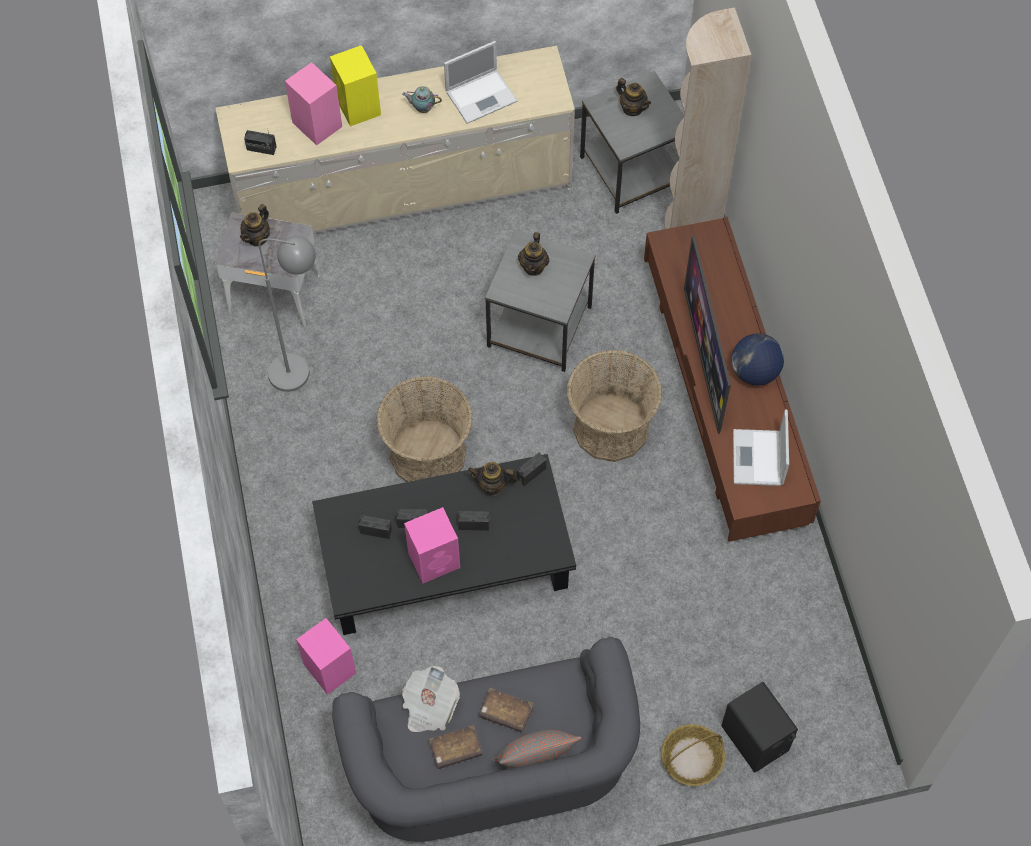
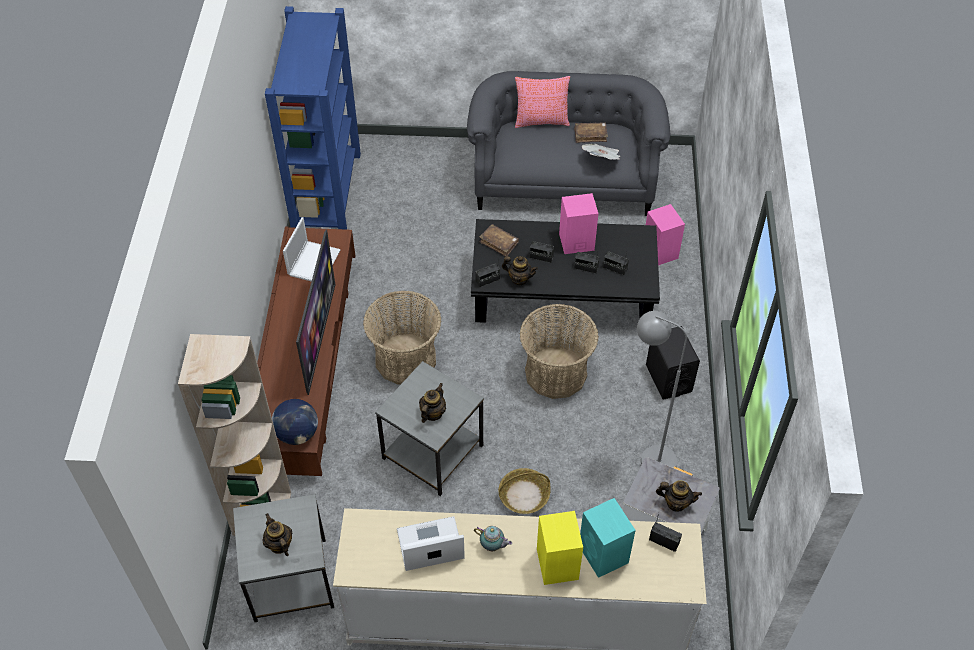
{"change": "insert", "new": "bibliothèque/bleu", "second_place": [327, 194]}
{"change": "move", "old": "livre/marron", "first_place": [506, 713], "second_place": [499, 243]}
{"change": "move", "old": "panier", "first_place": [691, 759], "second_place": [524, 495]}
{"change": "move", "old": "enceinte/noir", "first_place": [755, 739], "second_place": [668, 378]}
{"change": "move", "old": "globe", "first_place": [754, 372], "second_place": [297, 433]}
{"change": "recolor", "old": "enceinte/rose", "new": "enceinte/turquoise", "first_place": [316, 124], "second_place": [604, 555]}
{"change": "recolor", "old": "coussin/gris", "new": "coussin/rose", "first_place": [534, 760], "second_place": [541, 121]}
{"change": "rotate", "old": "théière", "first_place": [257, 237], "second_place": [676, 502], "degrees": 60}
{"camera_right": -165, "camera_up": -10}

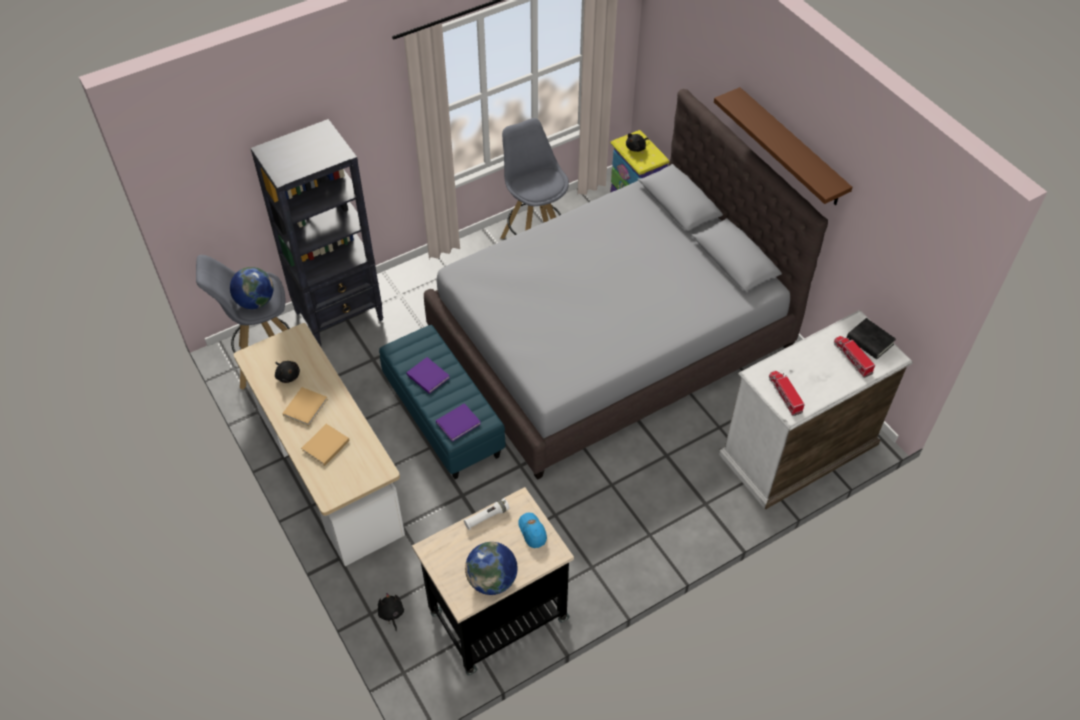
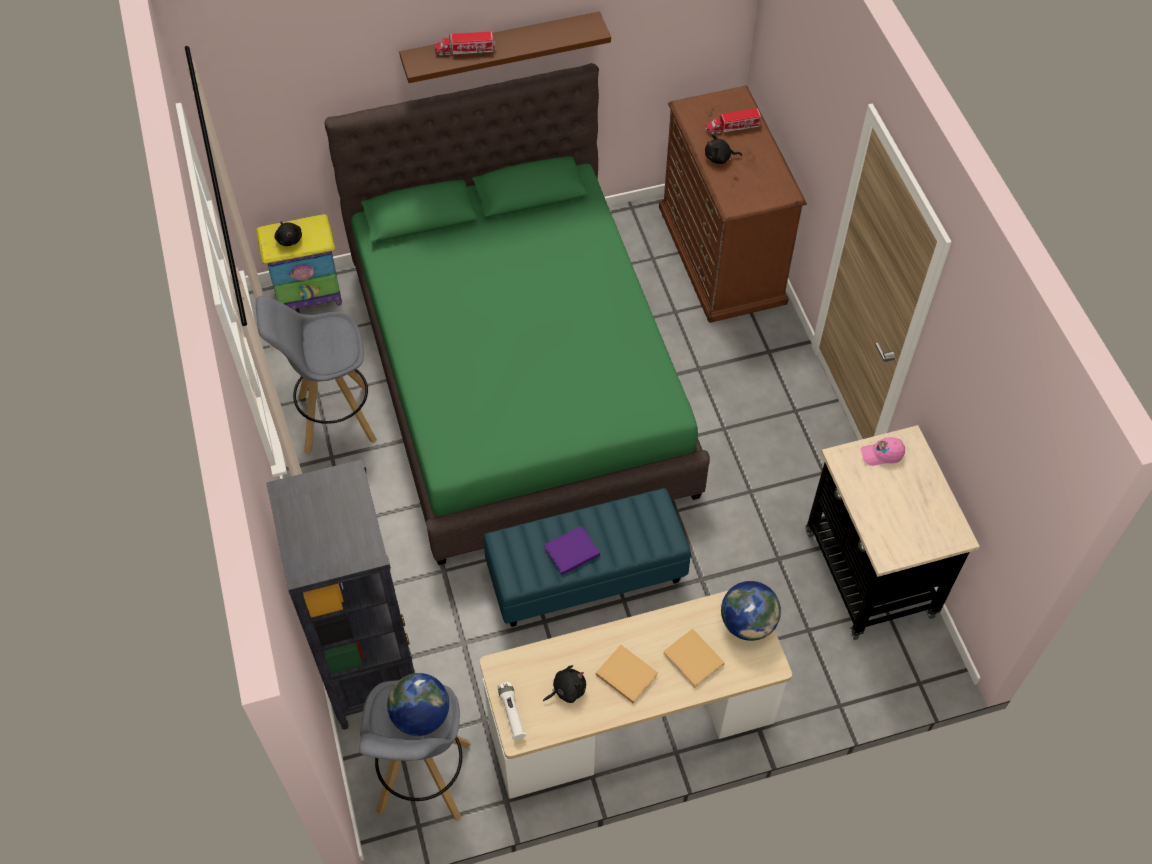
{"change": "delete", "old": "livre/violet", "first_place": [459, 422]}
{"change": "delete", "old": "livre/noir", "first_place": [869, 341]}
{"change": "move", "old": "peluche/noir", "first_place": [391, 614], "second_place": [719, 158]}
{"change": "move", "old": "lampe de poche/blanc", "first_place": [486, 517], "second_place": [512, 714]}
{"change": "move", "old": "globe", "first_place": [492, 580], "second_place": [747, 623]}
{"change": "move", "old": "camion jouet", "first_place": [784, 395], "second_place": [465, 50]}
{"change": "recolor", "old": "lit/gris", "new": "lit/vert", "first_place": [611, 339], "second_place": [520, 377]}
{"change": "recolor", "old": "casquette/bleu", "new": "casquette/rose", "first_place": [532, 532], "second_place": [881, 454]}
{"change": "recolor", "old": "commode/blanc", "new": "commode/marron", "first_place": [797, 449], "second_place": [722, 255]}
{"camera_right": -75, "camera_up": 5}

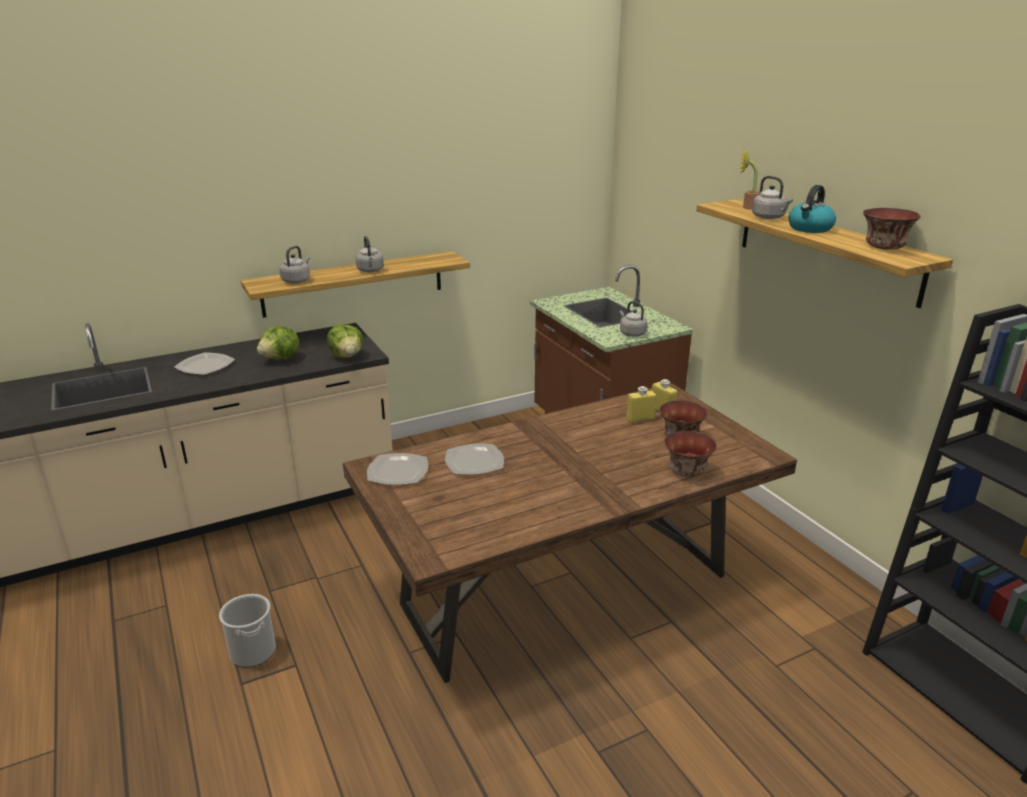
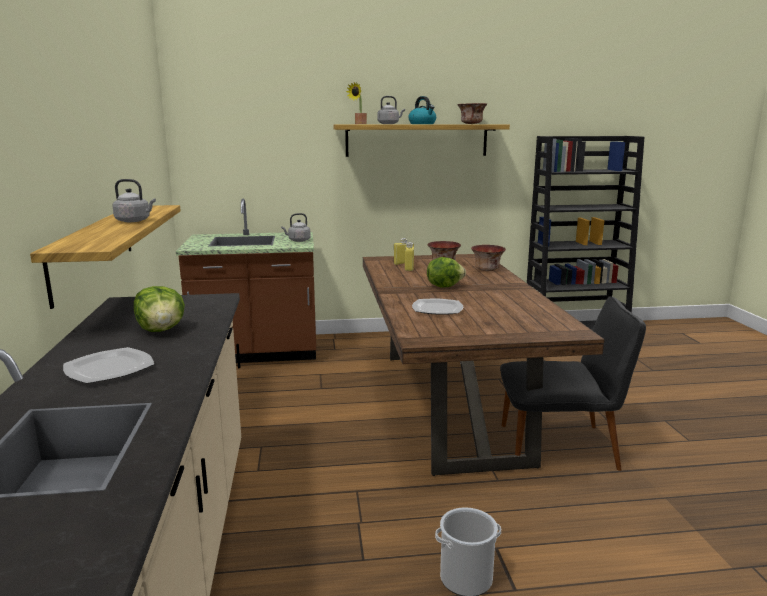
{"change": "delete", "old": "bouilloire/gris", "first_place": [297, 280]}
{"change": "delete", "old": "assiette", "first_place": [398, 472]}
{"change": "insert", "new": "chaise/noir", "second_place": [557, 446]}
{"change": "move", "old": "laitue", "first_place": [347, 356], "second_place": [444, 286]}
{"camera_right": -70, "camera_up": -10}

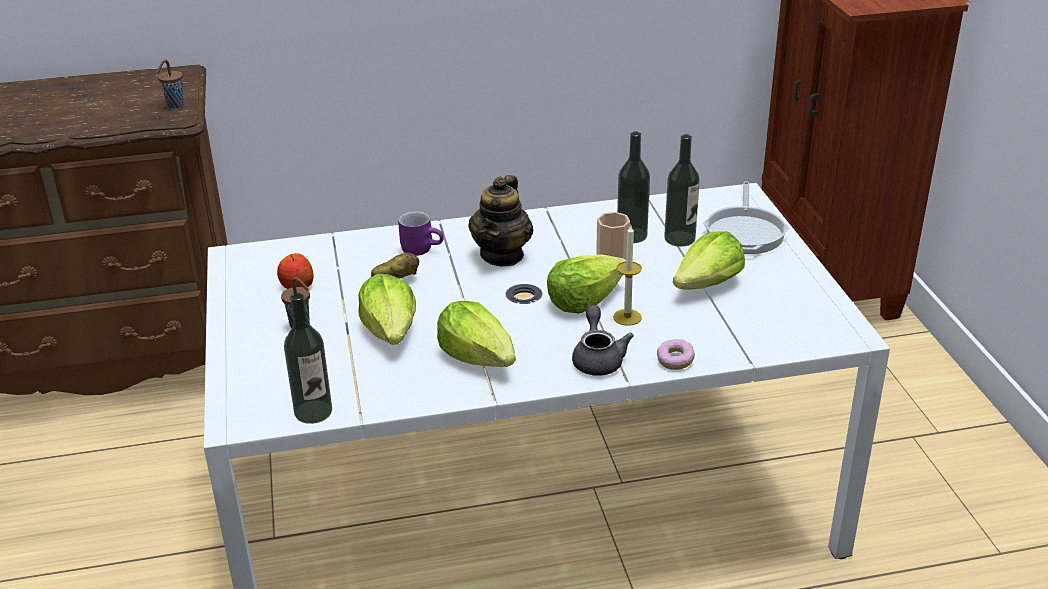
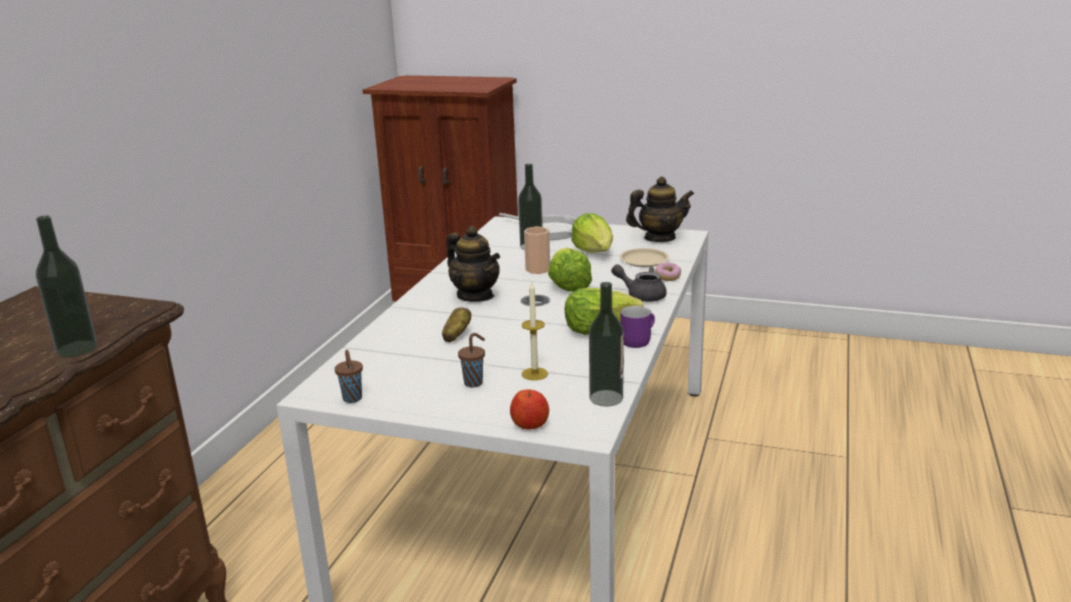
{"change": "delete", "old": "laitue", "first_place": [391, 331]}
{"change": "insert", "new": "assiette/beige", "second_place": [644, 261]}
{"change": "insert", "new": "théière", "second_place": [659, 238]}
{"change": "move", "old": "tasse/marron", "first_place": [174, 105], "second_place": [352, 399]}
{"change": "move", "old": "pomme", "first_place": [296, 285], "second_place": [530, 424]}
{"change": "move", "old": "mug/violet", "first_place": [422, 248], "second_place": [637, 340]}
{"change": "move", "old": "bougie", "first_place": [627, 317], "second_place": [534, 374]}
{"change": "move", "old": "bouteille", "first_place": [632, 235], "second_place": [77, 348]}
{"camera_right": -60, "camera_up": -10}

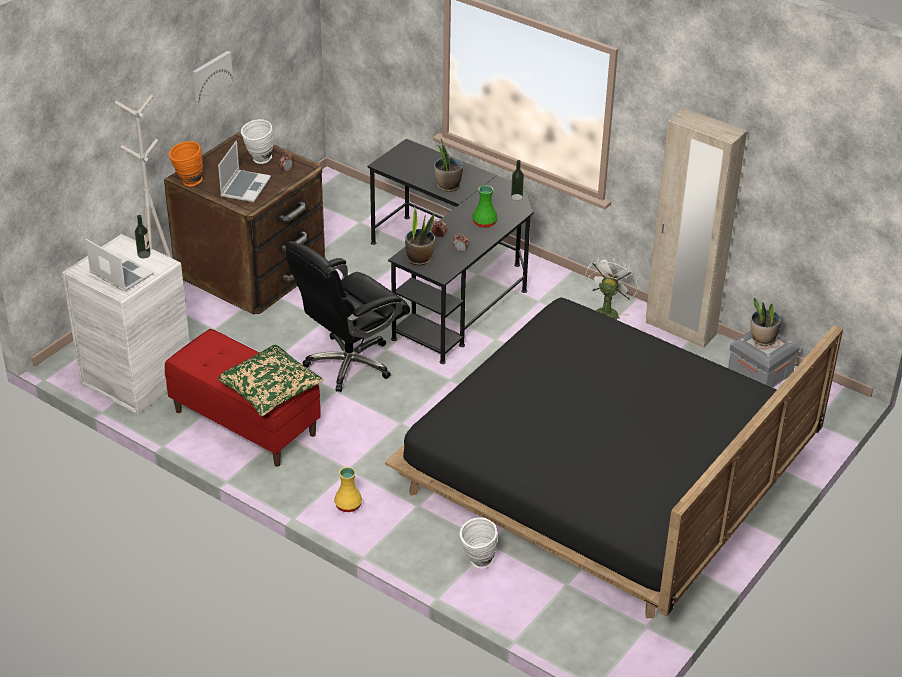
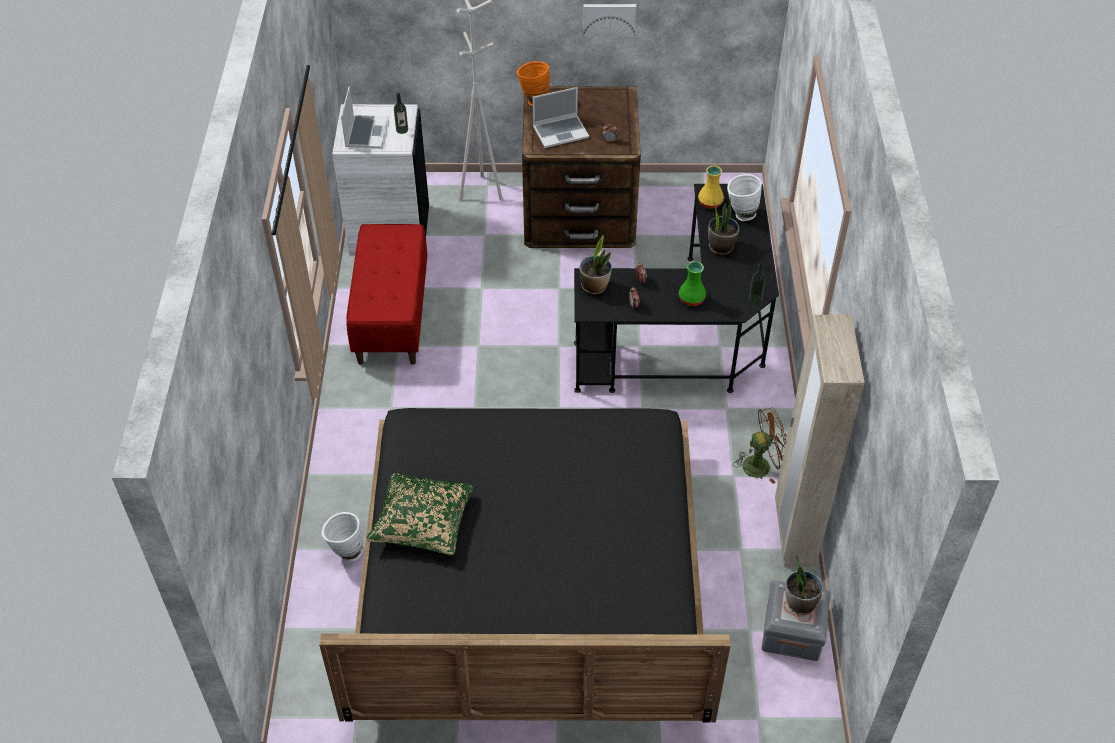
{"change": "delete", "old": "chaise de bureau/noir", "first_place": [351, 362]}
{"change": "move", "old": "coussin/vert", "first_place": [270, 389], "second_place": [422, 520]}
{"change": "move", "old": "vase/blanc", "first_place": [258, 160], "second_place": [740, 215]}
{"change": "move", "old": "vase/jaune", "first_place": [348, 506], "second_place": [709, 202]}
{"change": "recolor", "old": "ventilateur/blanc", "new": "ventilateur/marron", "first_place": [607, 312], "second_place": [762, 464]}
{"camera_right": 55, "camera_up": 10}

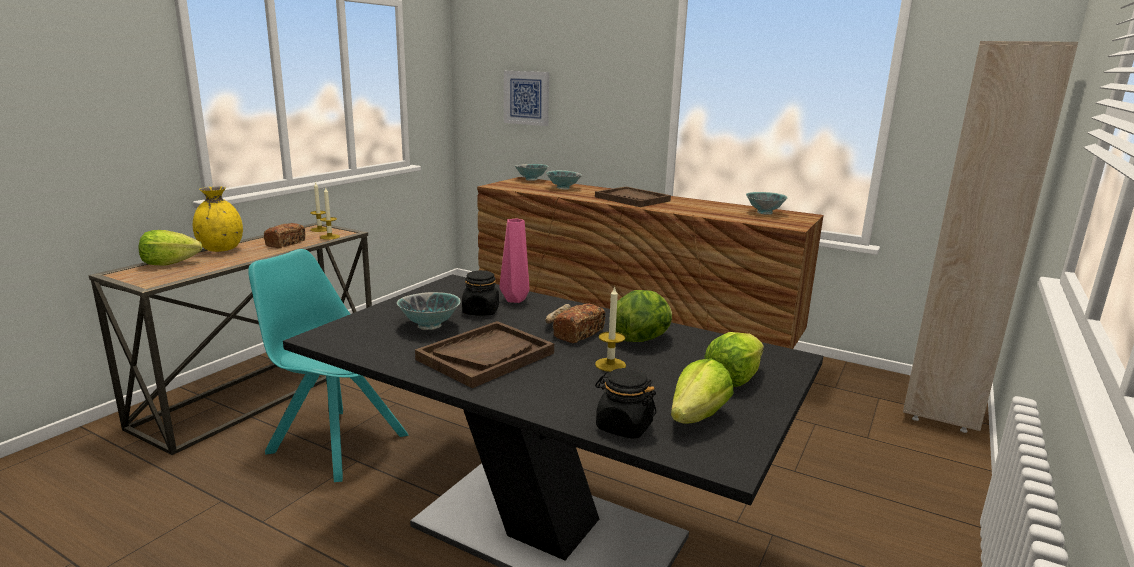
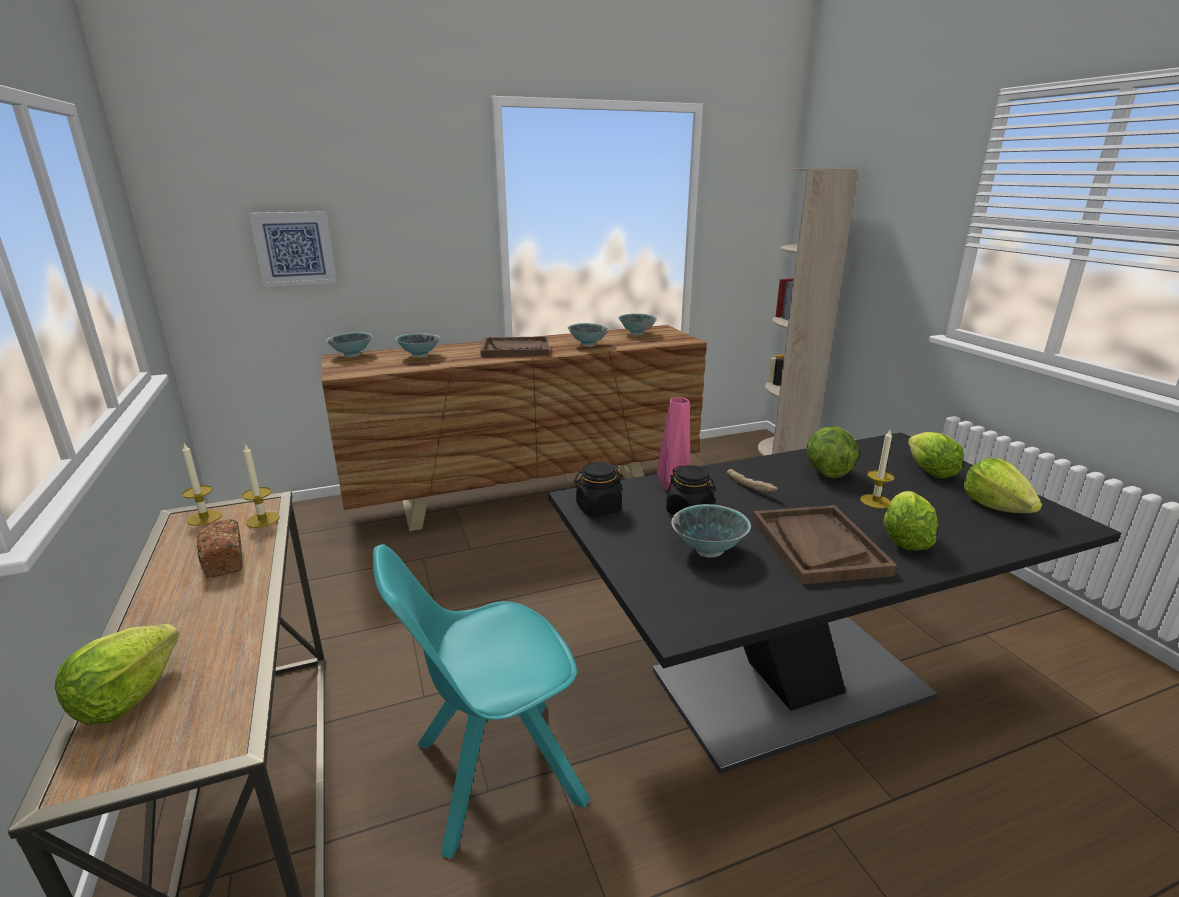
{"change": "delete", "old": "vase/jaune", "first_place": [221, 249]}
{"change": "delete", "old": "pain", "first_place": [579, 333]}
{"change": "insert", "new": "bol", "second_place": [588, 345]}
{"change": "insert", "new": "laitue", "second_place": [904, 538]}
{"change": "move", "old": "bocal/noir", "first_place": [623, 426], "second_place": [598, 508]}
{"camera_right": -50, "camera_up": 5}

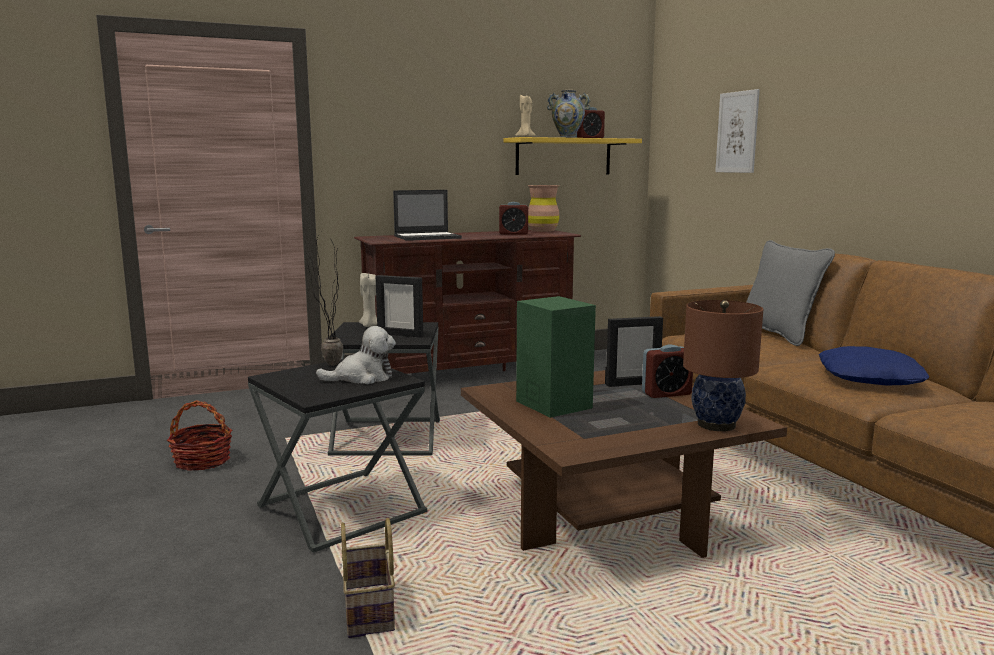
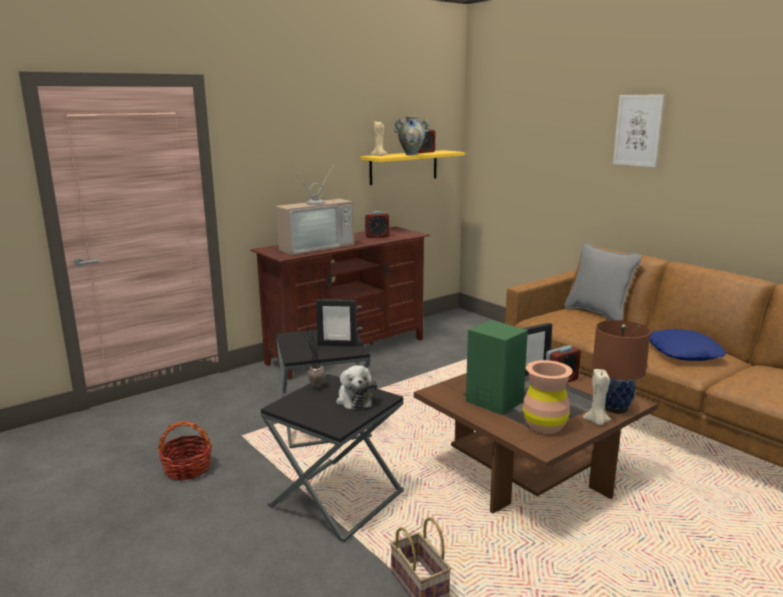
{"change": "move", "old": "bougie/beige", "first_place": [369, 326], "second_place": [596, 421]}
{"change": "move", "old": "vase/marron", "first_place": [542, 230], "second_place": [544, 426]}
{"change": "move", "old": "tableau", "first_place": [737, 132], "second_place": [638, 130]}
{"change": "replace", "old": "ordinateur portable", "new": "téléviseur", "first_place": [428, 237], "second_place": [315, 246]}
{"change": "rotate", "old": "peluche", "first_place": [362, 378], "second_place": [354, 399], "degrees": 105}
{"camera_right": -15, "camera_up": 5}

